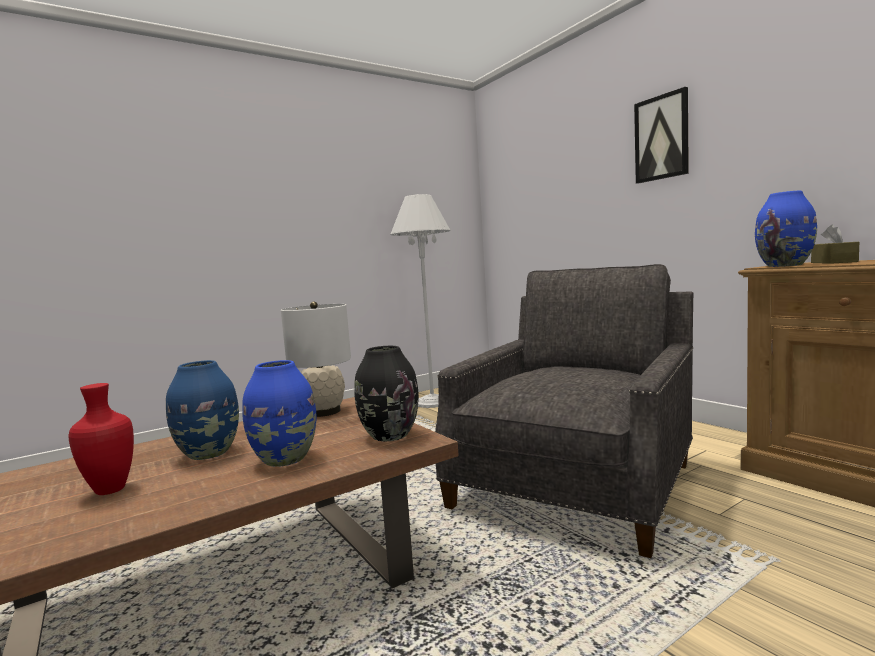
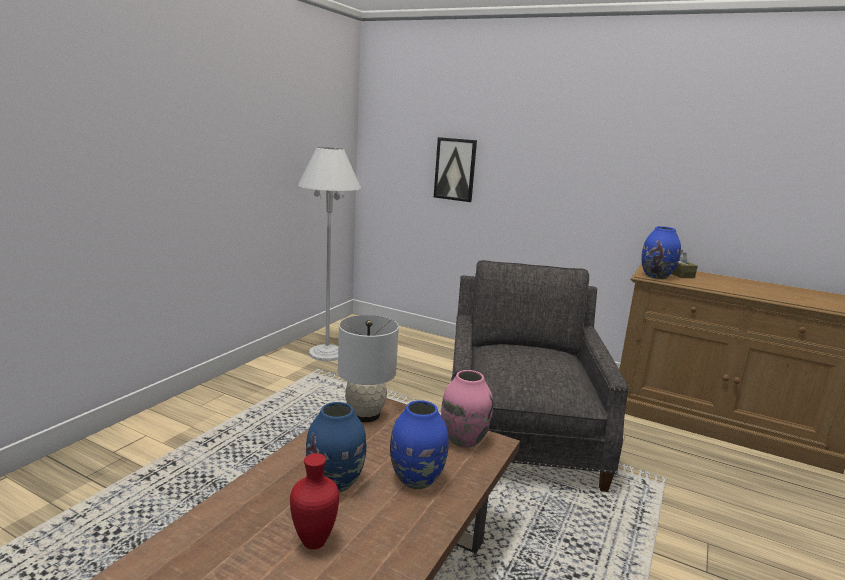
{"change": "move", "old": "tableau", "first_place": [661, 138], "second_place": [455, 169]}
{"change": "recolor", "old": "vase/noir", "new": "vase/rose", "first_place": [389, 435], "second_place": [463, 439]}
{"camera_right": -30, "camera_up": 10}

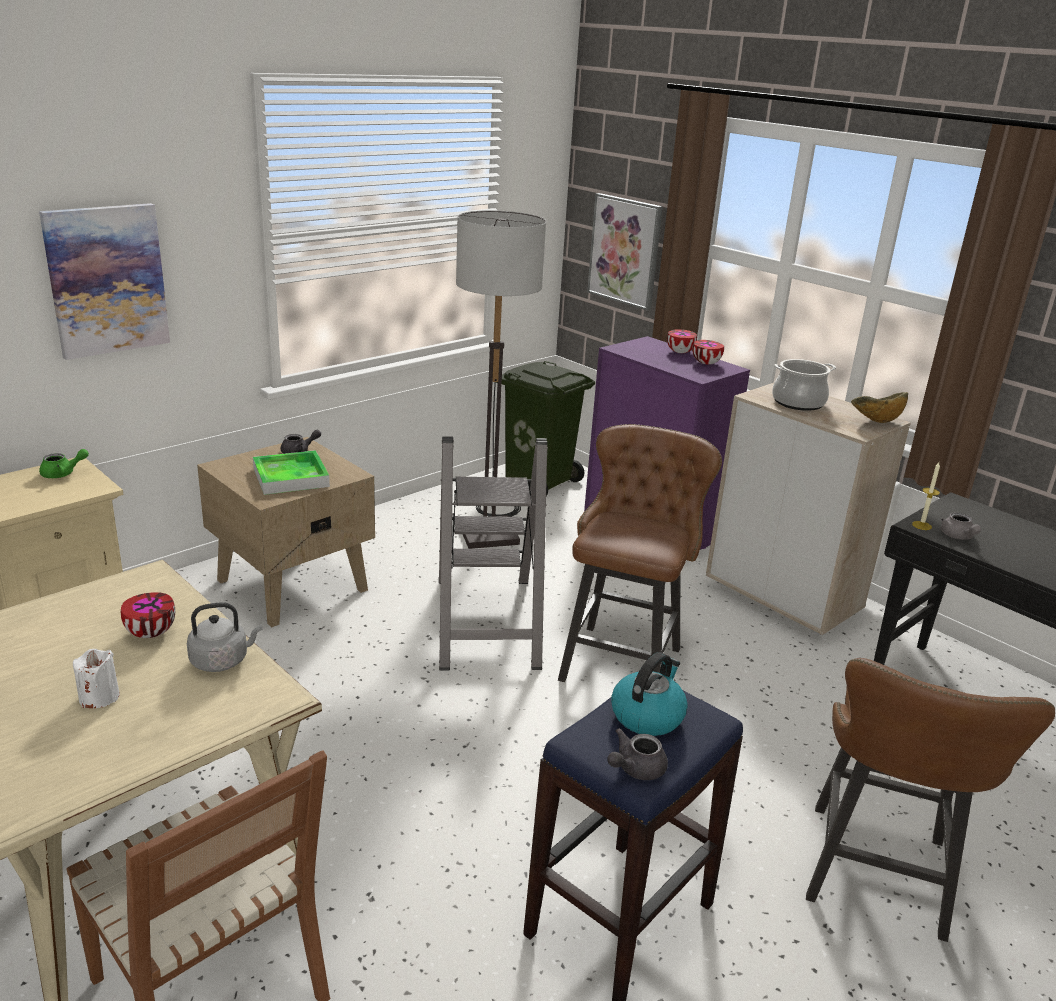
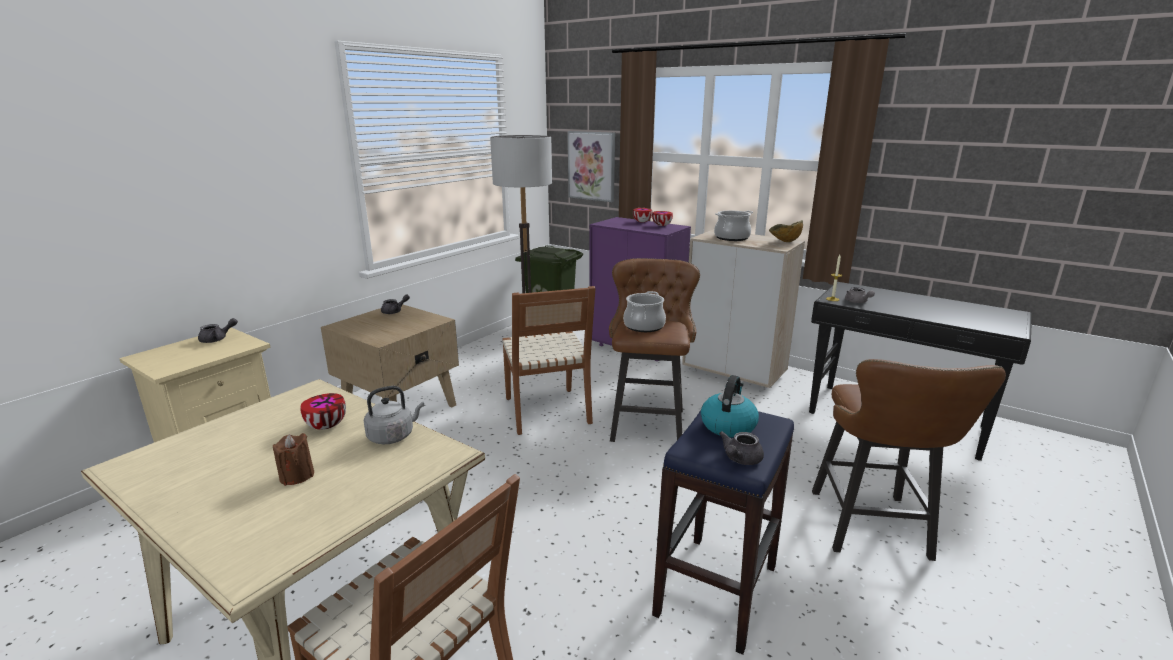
{"change": "delete", "old": "tableau", "first_place": [107, 280]}
{"change": "delete", "old": "plateau", "first_place": [291, 477]}
{"change": "insert", "new": "marmite", "second_place": [644, 326]}
{"change": "replace", "old": "escabeau/gris", "new": "chaise", "first_place": [486, 623], "second_place": [547, 413]}
{"change": "recolor", "old": "théière/vert", "new": "théière/gris", "first_place": [63, 474], "second_place": [217, 339]}
{"change": "recolor", "old": "bougie/blanc", "new": "bougie/marron", "first_place": [99, 697], "second_place": [297, 476]}
{"camera_right": -10, "camera_up": -5}

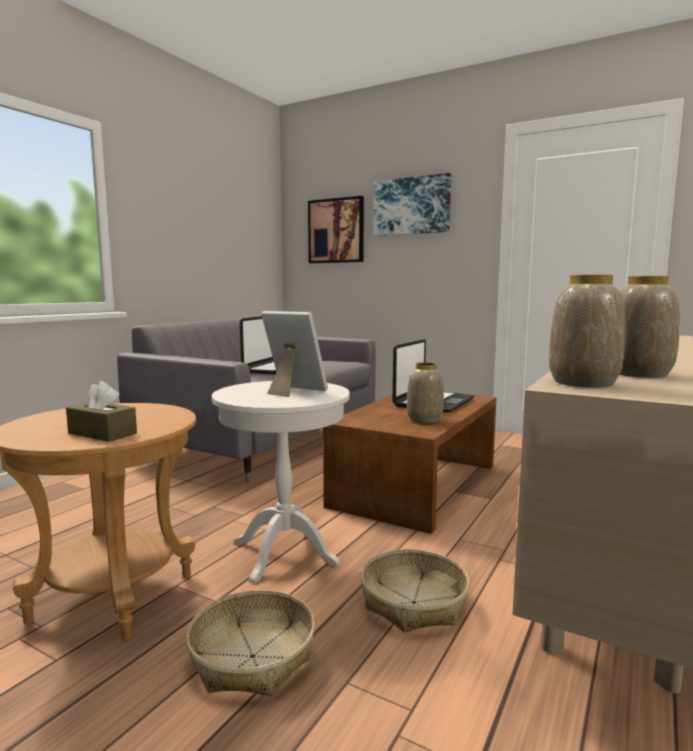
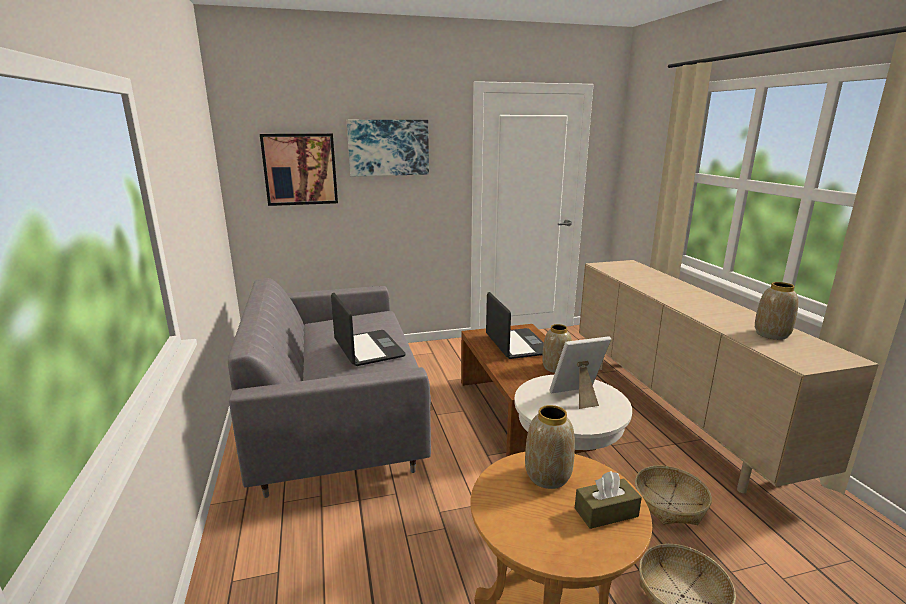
{"change": "move", "old": "vase", "first_place": [582, 383], "second_place": [547, 477]}
{"camera_right": -45, "camera_up": 10}

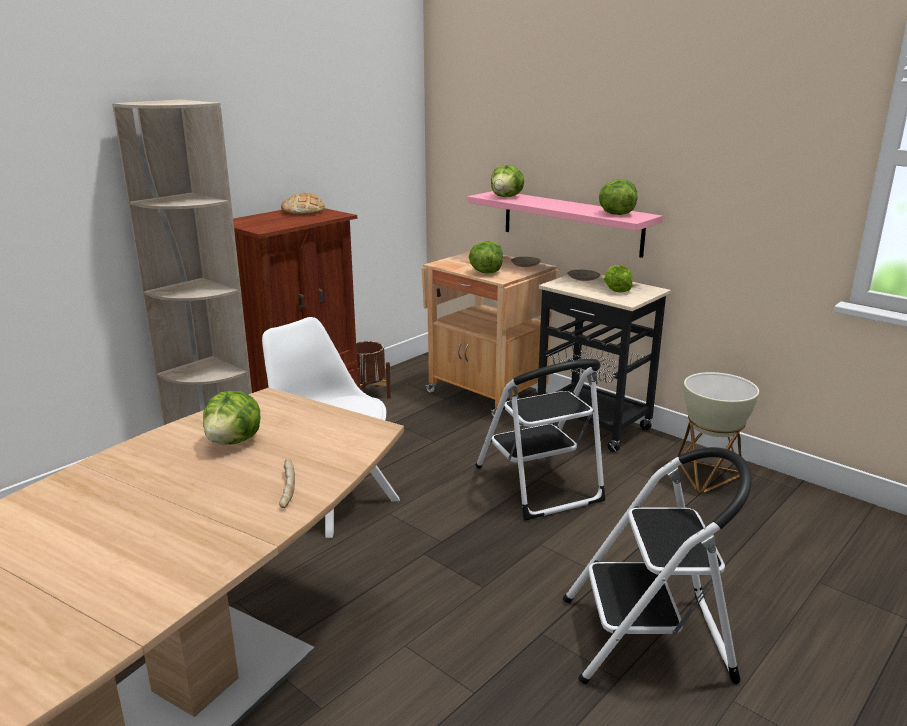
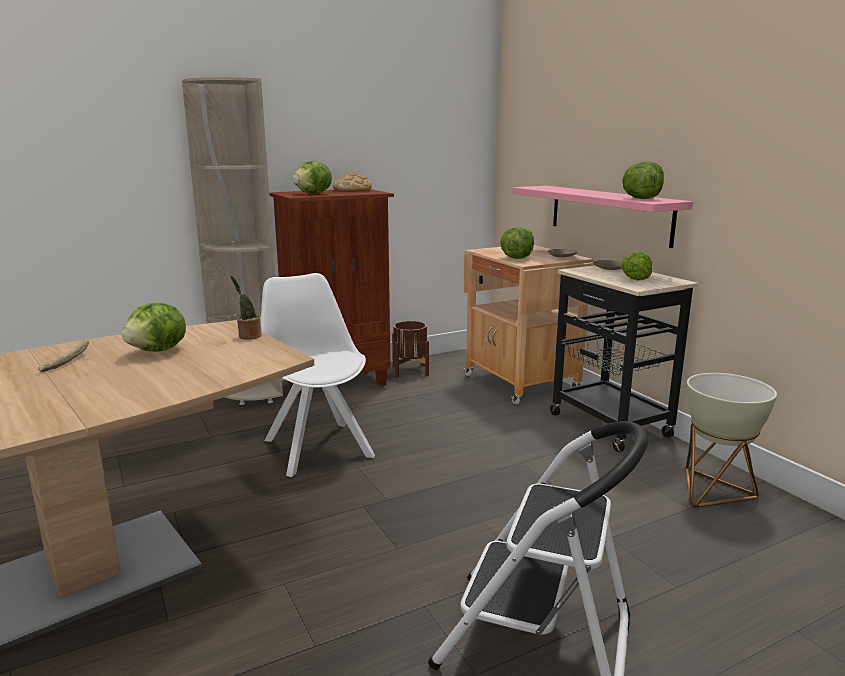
{"change": "delete", "old": "escabeau", "first_place": [539, 485]}
{"change": "insert", "new": "plante en pot", "second_place": [248, 336]}
{"change": "move", "old": "pain", "first_place": [286, 489], "second_place": [65, 362]}
{"change": "move", "old": "laitue", "first_place": [506, 197], "second_place": [314, 194]}
{"camera_right": 20, "camera_up": -5}

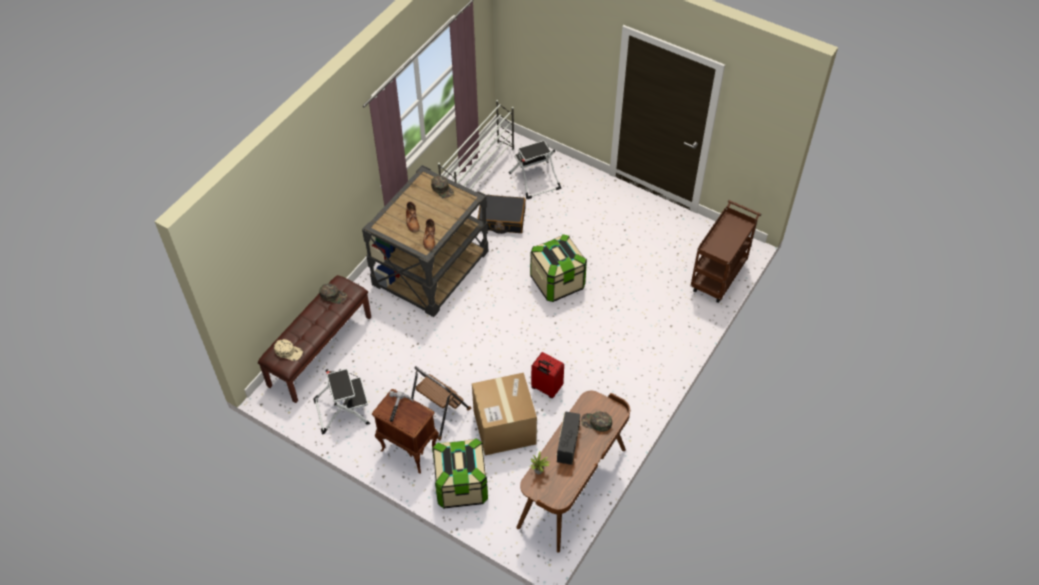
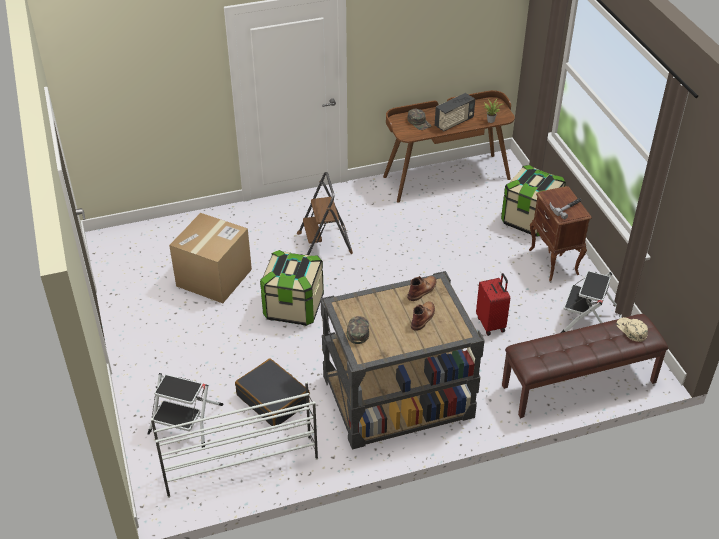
{"change": "delete", "old": "casquette/vert", "first_place": [333, 295]}
{"change": "delete", "old": "chariot/marron", "first_place": [719, 277]}
{"change": "move", "old": "escabeau/marron", "first_place": [437, 414], "second_place": [327, 243]}
{"change": "move", "old": "carton", "first_place": [504, 427], "second_place": [214, 277]}
{"change": "move", "old": "valise/rouge", "first_place": [546, 388], "second_place": [491, 324]}
{"camera_right": -140, "camera_up": -10}

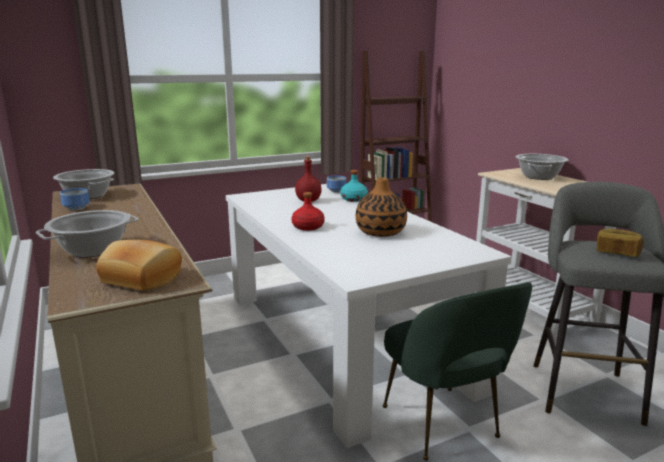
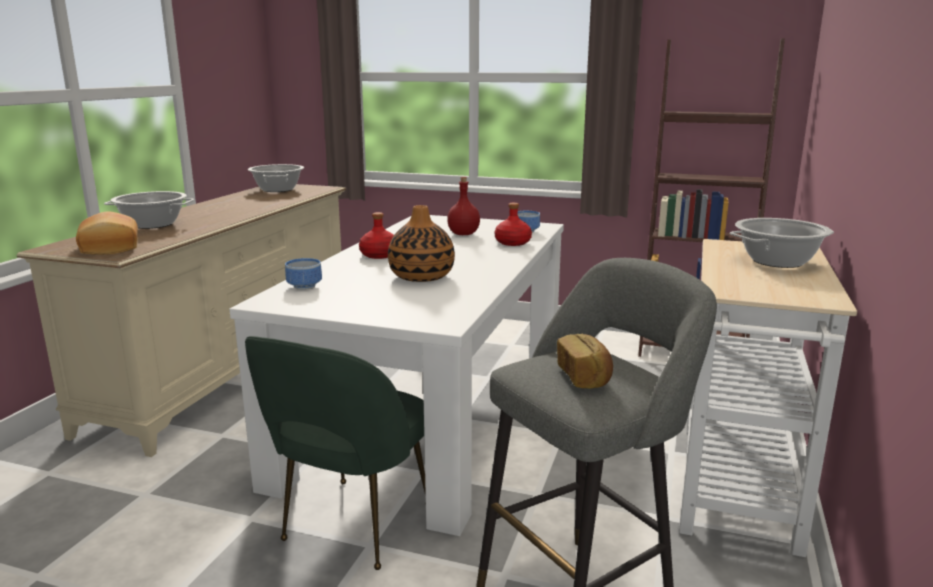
{"change": "move", "old": "bol", "first_place": [77, 208], "second_place": [304, 287]}
{"change": "recolor", "old": "bouteille/turquoise", "new": "bouteille/rouge", "first_place": [354, 199], "second_place": [512, 243]}
{"camera_right": 45, "camera_up": 0}

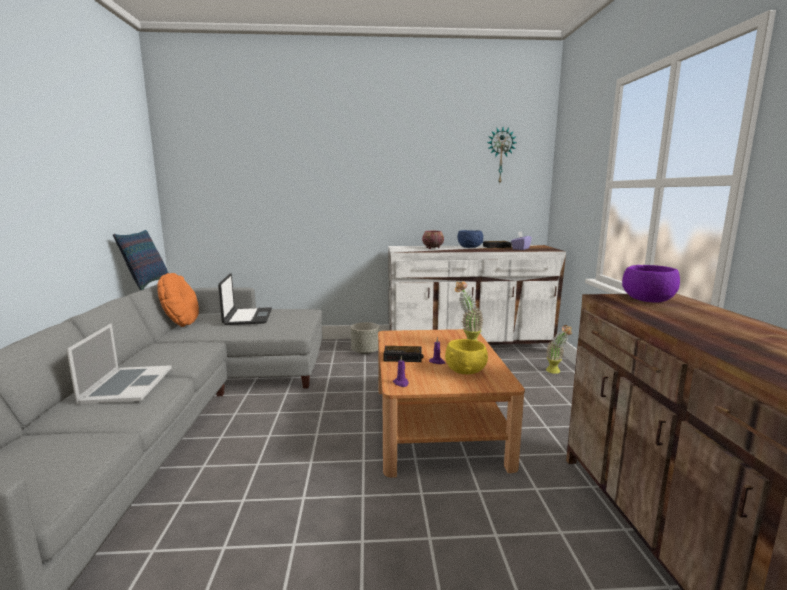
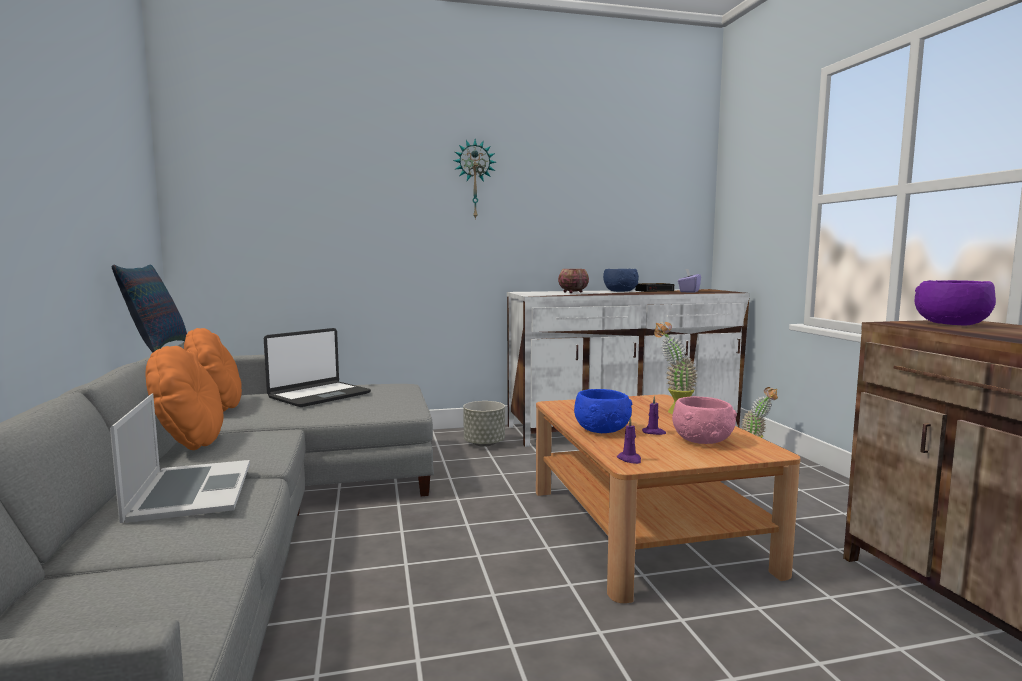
{"change": "insert", "new": "coussin/orange", "second_place": [190, 444]}
{"change": "move", "old": "horloge murale", "first_place": [500, 155], "second_place": [474, 179]}
{"change": "replace", "old": "réveil", "new": "bol/bleu", "first_place": [403, 357], "second_place": [602, 430]}
{"change": "recolor", "old": "bol/jaune", "new": "bol/rose", "first_place": [466, 370], "second_place": [702, 440]}
{"change": "rotate", "old": "ordinateur portable", "first_place": [247, 317], "second_place": [319, 395], "degrees": 60}
{"camera_right": -10, "camera_up": -5}

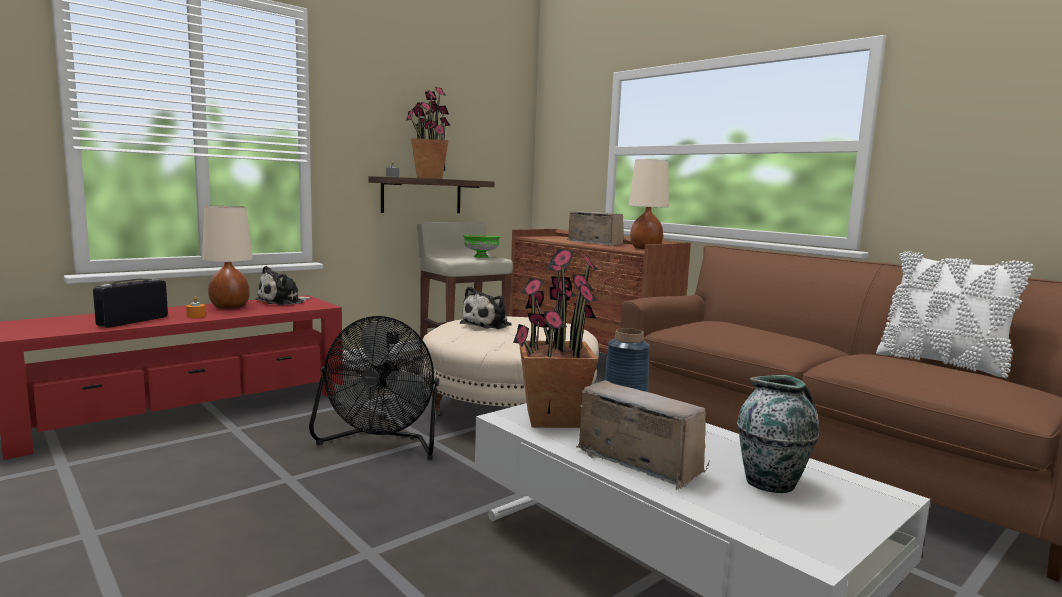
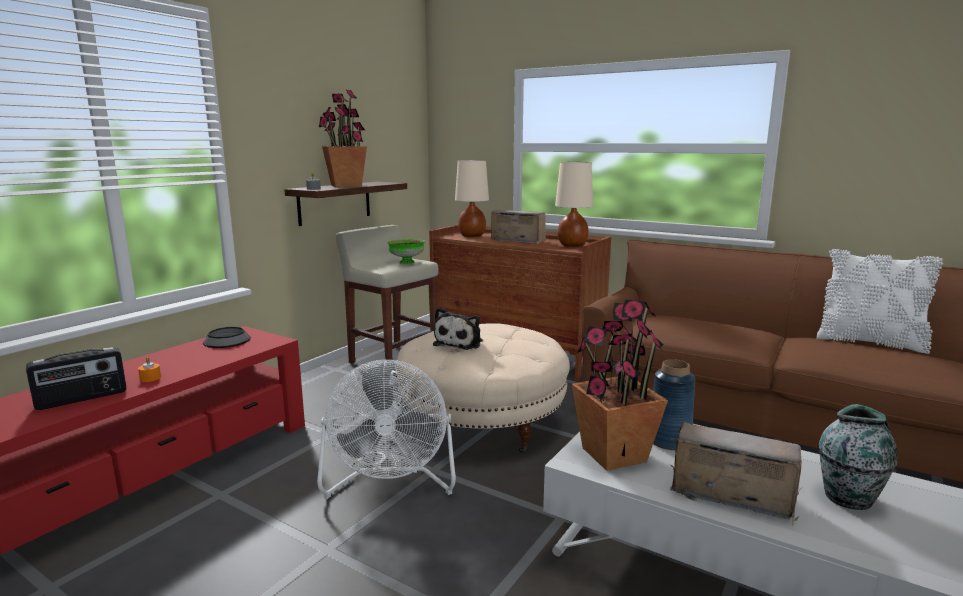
{"change": "move", "old": "lampe de table/beige", "first_place": [230, 307], "second_place": [472, 236]}
{"change": "replace", "old": "peluche", "new": "bol", "first_place": [283, 301], "second_place": [227, 340]}
{"change": "recolor", "old": "ventilateur/noir", "new": "ventilateur/blanc", "first_place": [380, 441], "second_place": [386, 481]}
{"change": "rotate", "old": "radio", "first_place": [132, 321], "second_place": [82, 399], "degrees": -135}
{"camera_right": -15, "camera_up": 5}

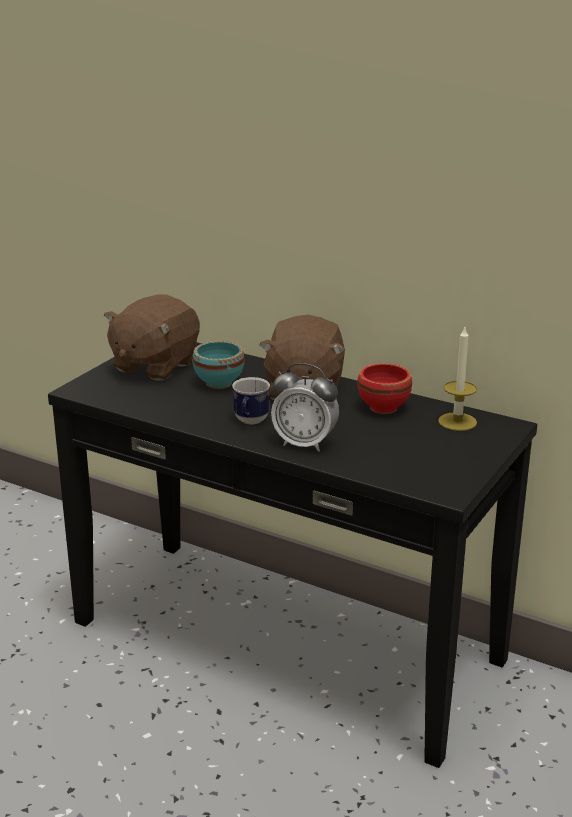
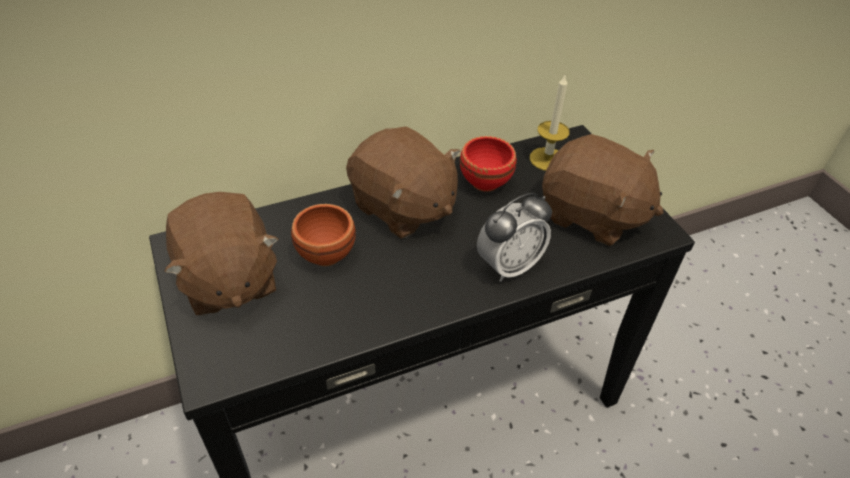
{"change": "delete", "old": "mug", "first_place": [250, 422]}
{"change": "insert", "new": "peluche/marron", "second_place": [592, 215]}
{"change": "recolor", "old": "bol/turquoise", "new": "bol/marron", "first_place": [220, 384], "second_place": [328, 254]}
{"camera_right": -55, "camera_up": 20}

